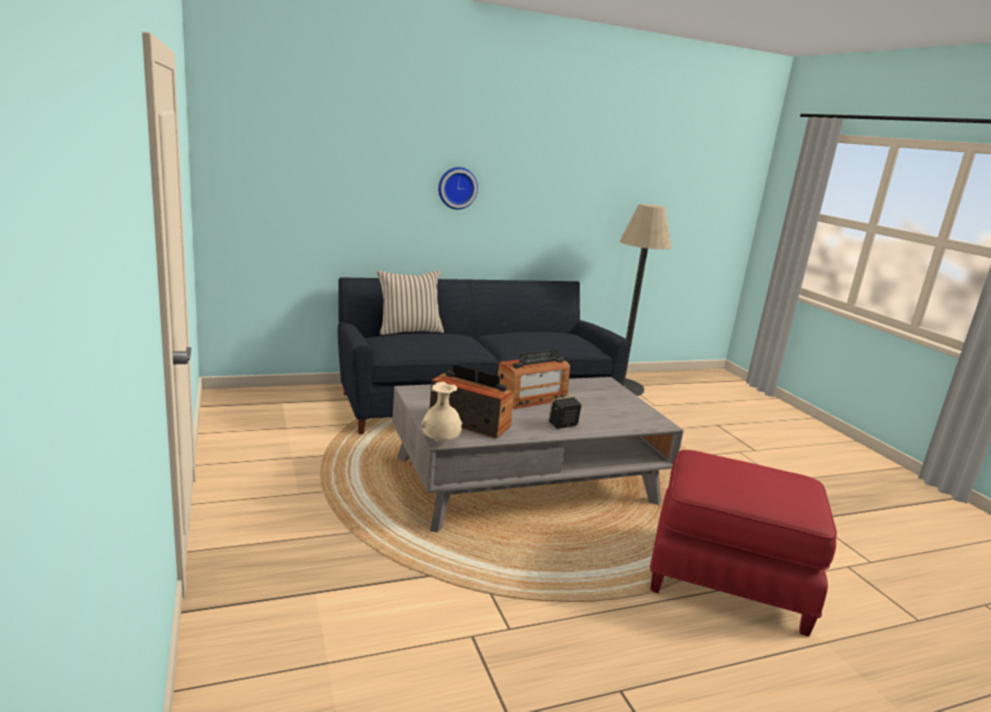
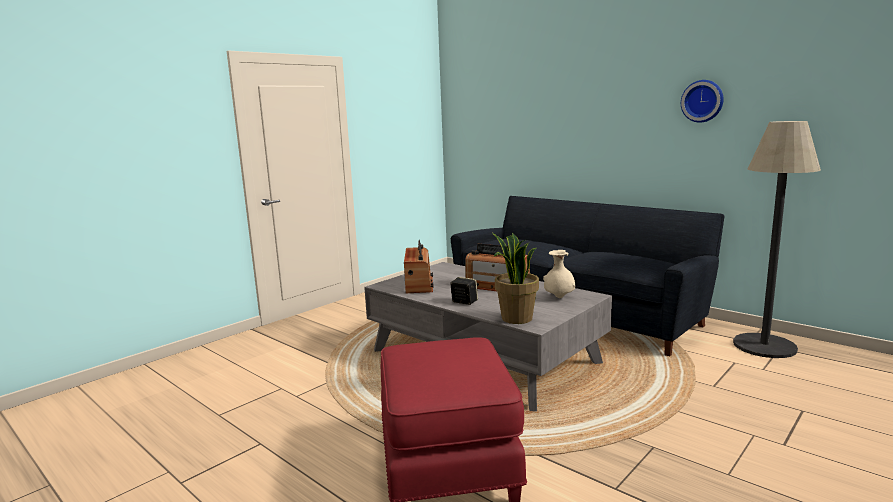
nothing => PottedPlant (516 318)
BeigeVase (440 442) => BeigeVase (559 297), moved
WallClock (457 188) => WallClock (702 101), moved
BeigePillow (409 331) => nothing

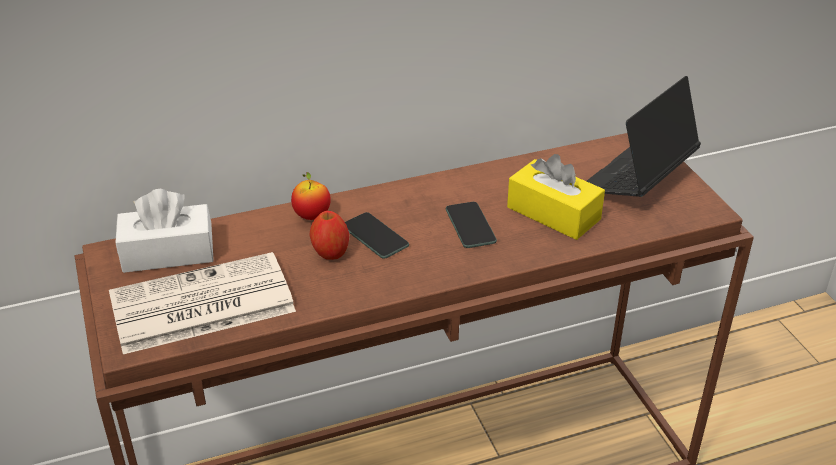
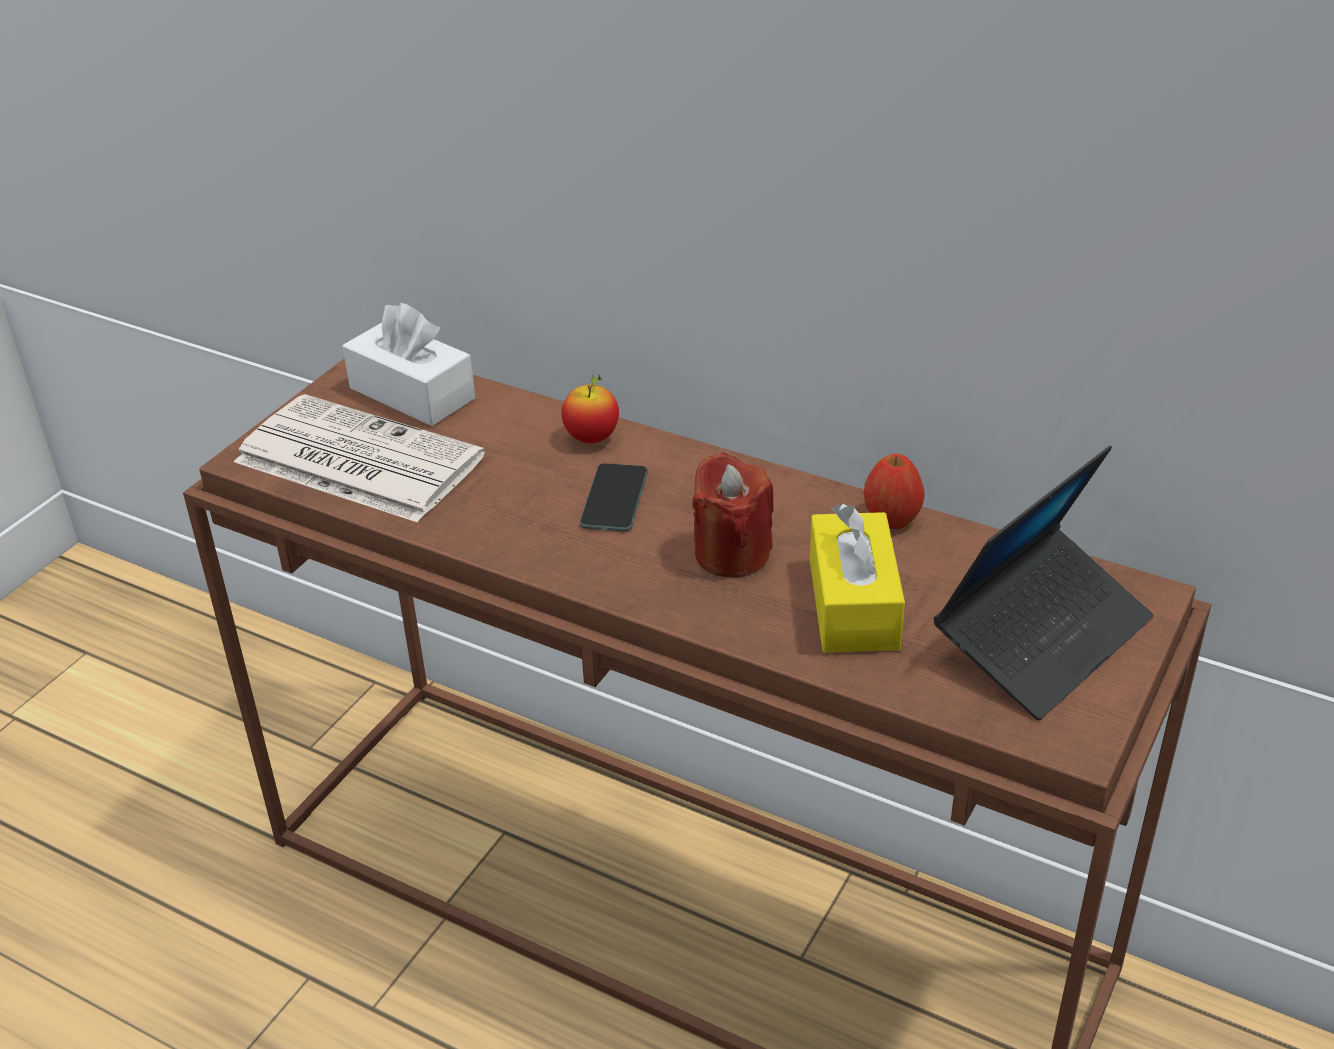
Phone (470 225) => RedCandle (732 554)
Apple (330 253) => Apple (892 519), moved
Laptop (637 179) => Laptop (1042 637), 135 degrees clockwise

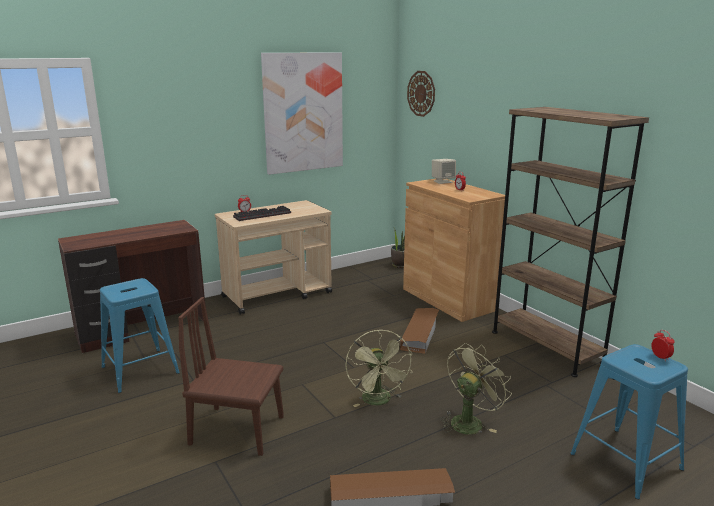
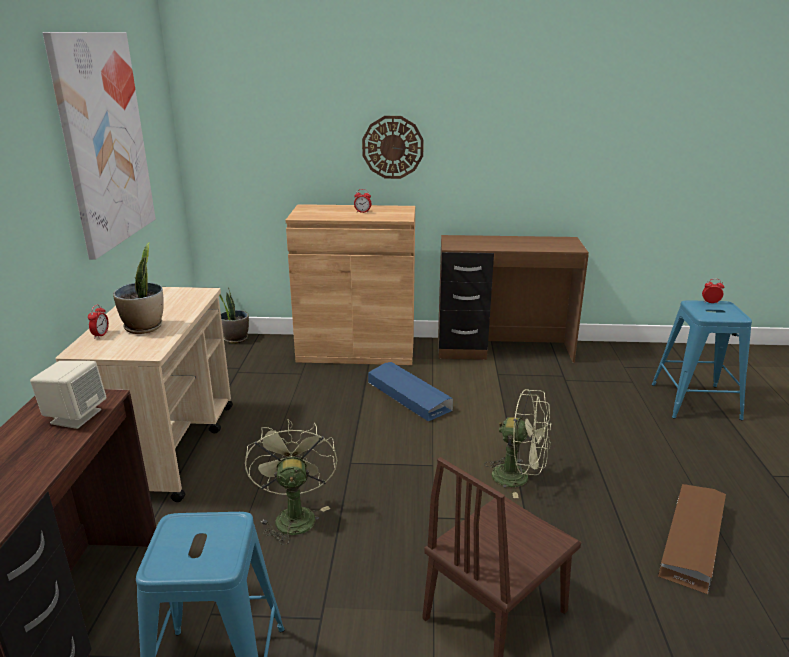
BeigeSpeaker (442 181) => BeigeSpeaker (75 416), moved
Keyboard (263 215) => PottedPlant (144 327)
GreenFan (469 421) => GreenFan (293 515), moved
WallClock (421 93) => WallClock (392 147), moved
BrownStorageBox (420 334) => BlueStorageBox (408 396)
BrownBookcase (546 346) => BrownDesk (504 350)

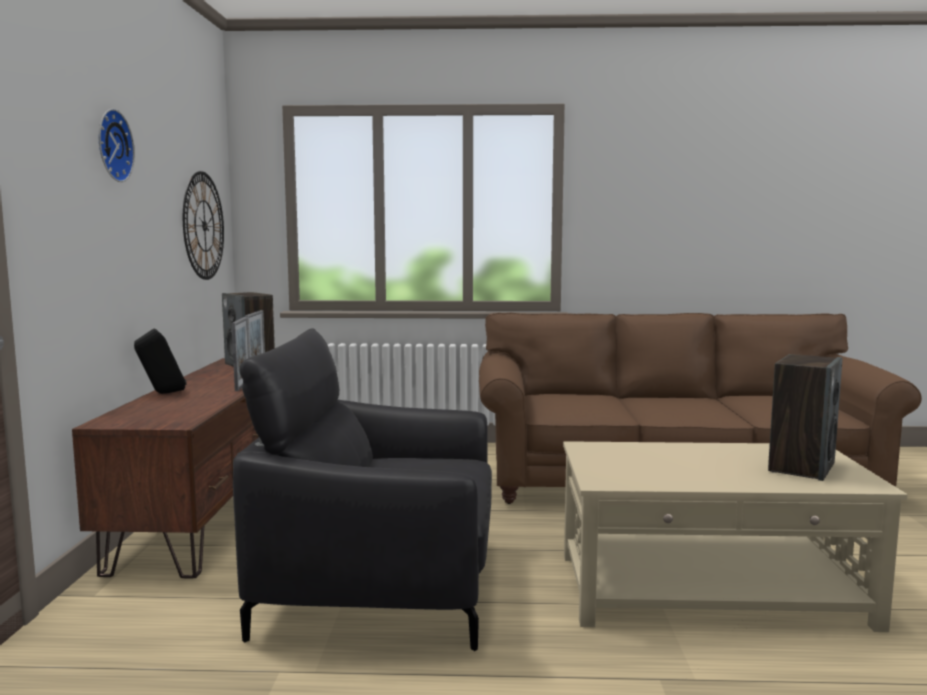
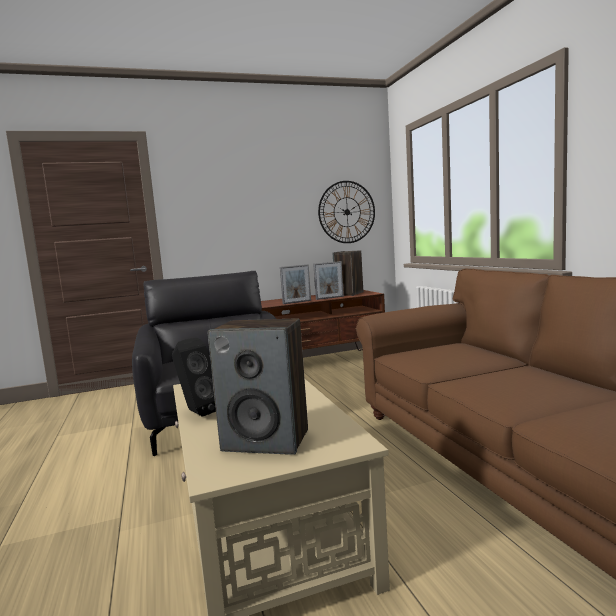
BlackSpeaker (162 393) => BlackSpeaker (197 412), moved
WallClock (111 145) => nothing

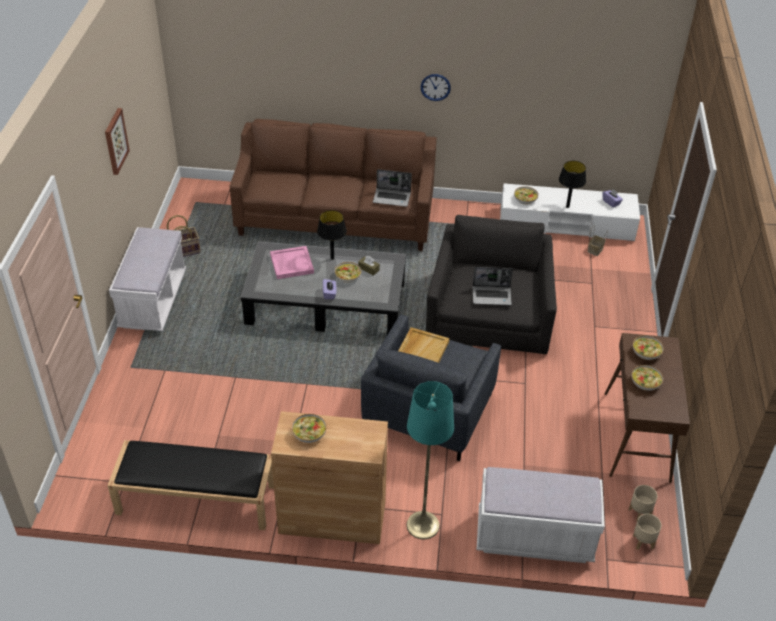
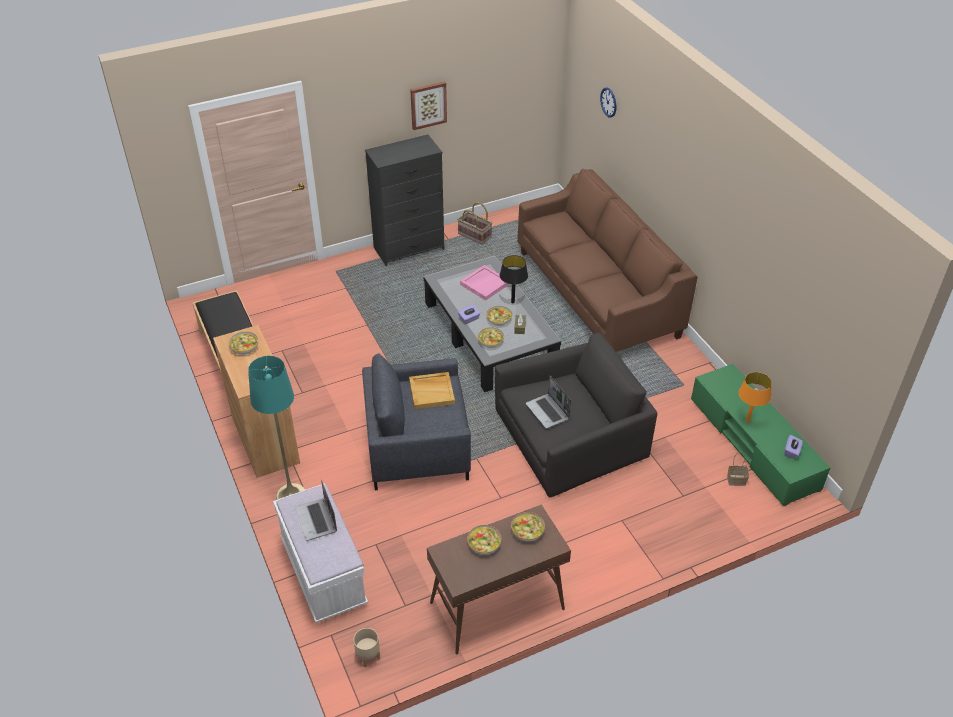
Laptop (392 198) => Laptop (317 520), moved
WhiteBench (153 301) => BlackDresser (409 248)
Bowl (525 199) => Bowl (490 342), moved
WallClock (435 87) => WallClock (608 102), moved
WhiteTvStand (566 224) => GreenTvStand (753 443)
BlackTableLamp (567 206) => OrangeTableLamp (747 421)
BeigePlanter (639 512) => nothing

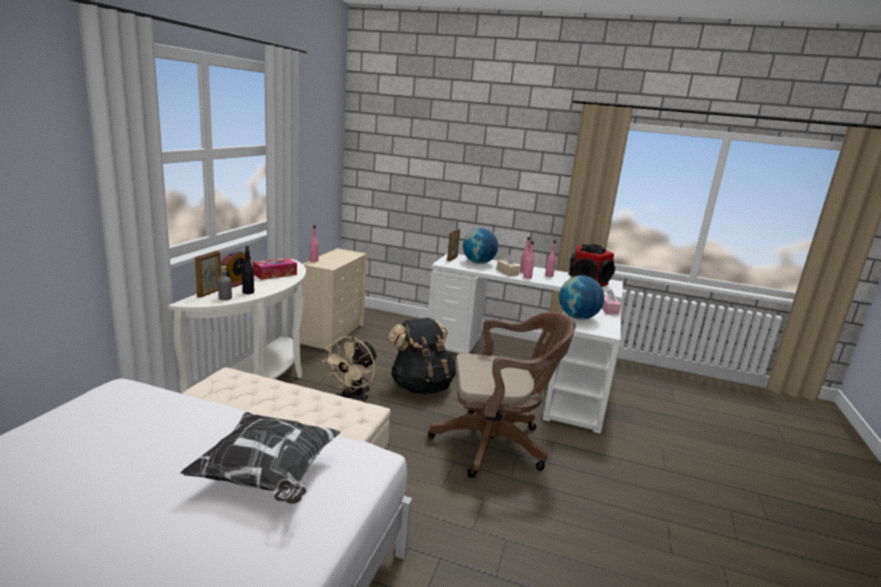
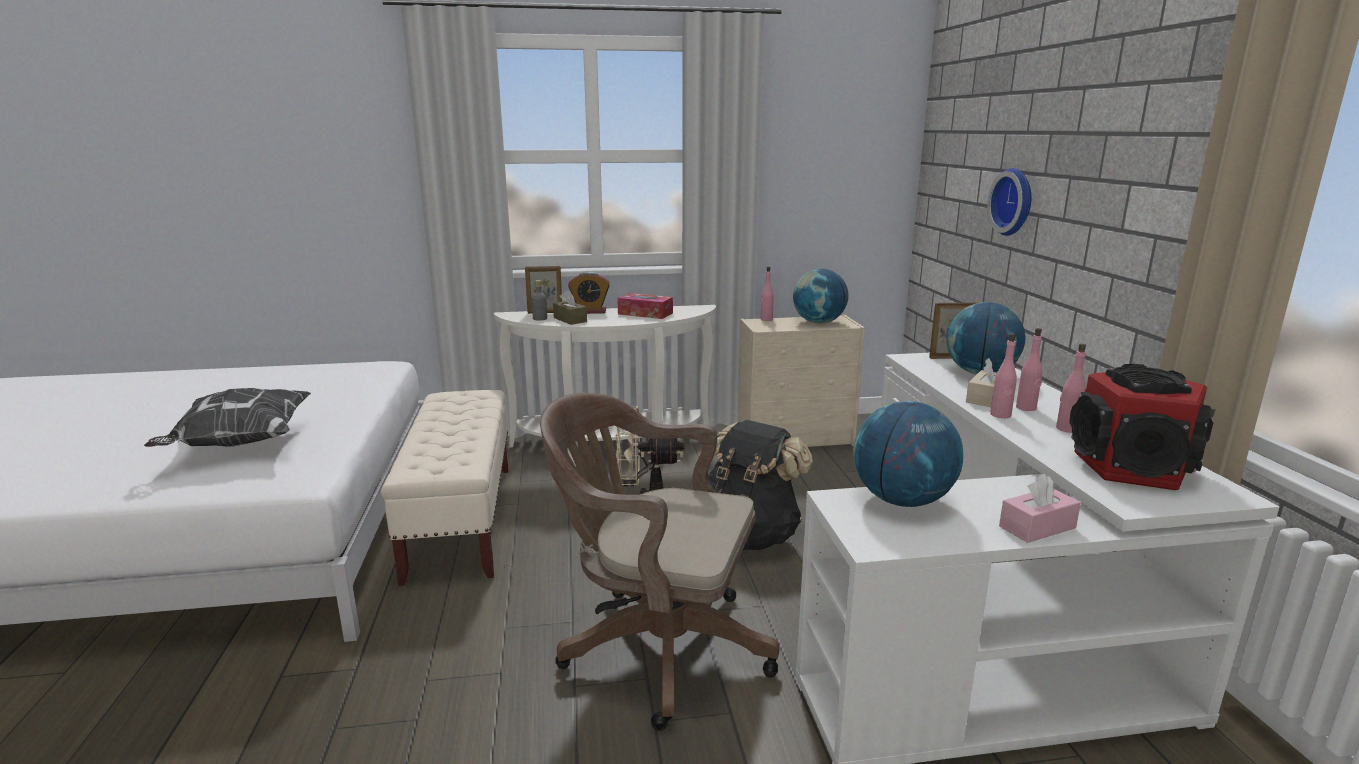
BrownOfficeChair (495 444) => BrownOfficeChair (656 646), 135 degrees clockwise
BlackBottle (248 292) => BrownTissueBox (570 320)
nothing => Globe (818 322)
nothing => WallClock (1014 202)

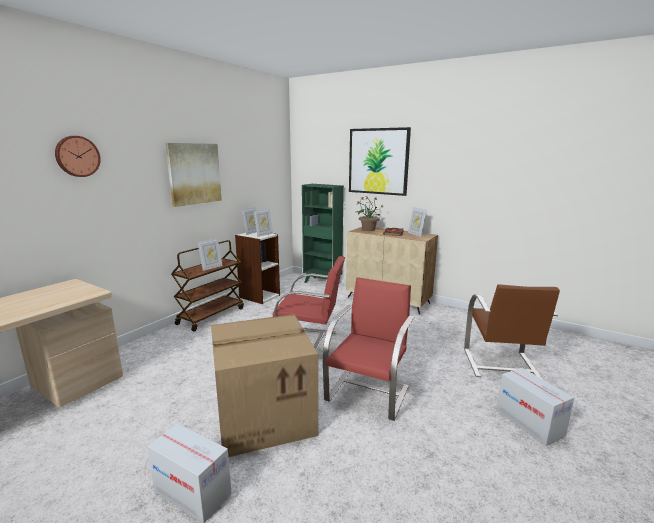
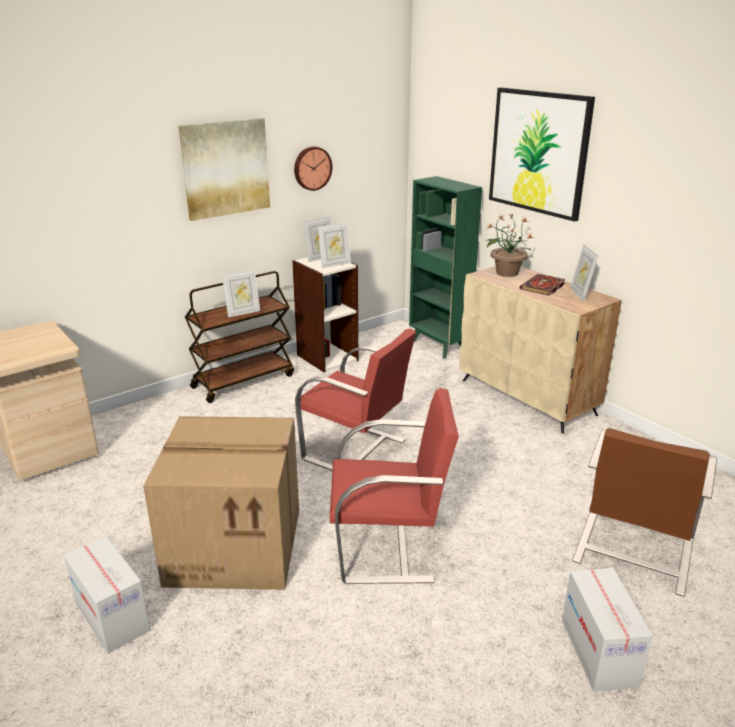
WallClock (77 156) => WallClock (312 168), moved
RedChair (368 392) => RedChair (389 547), 45 degrees clockwise

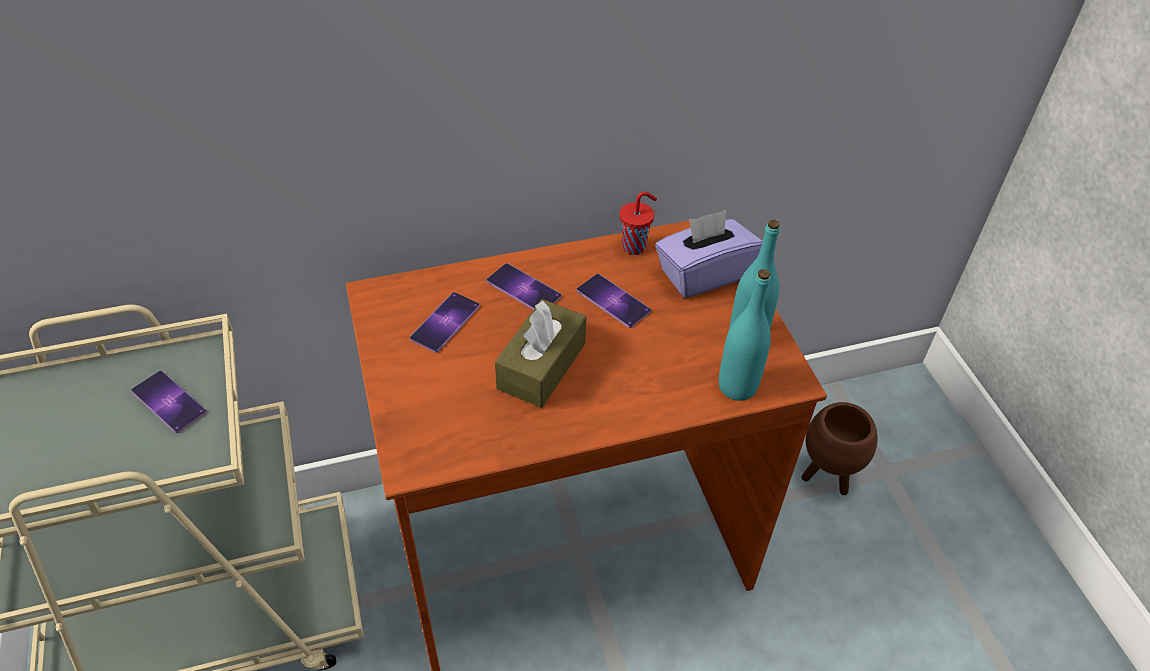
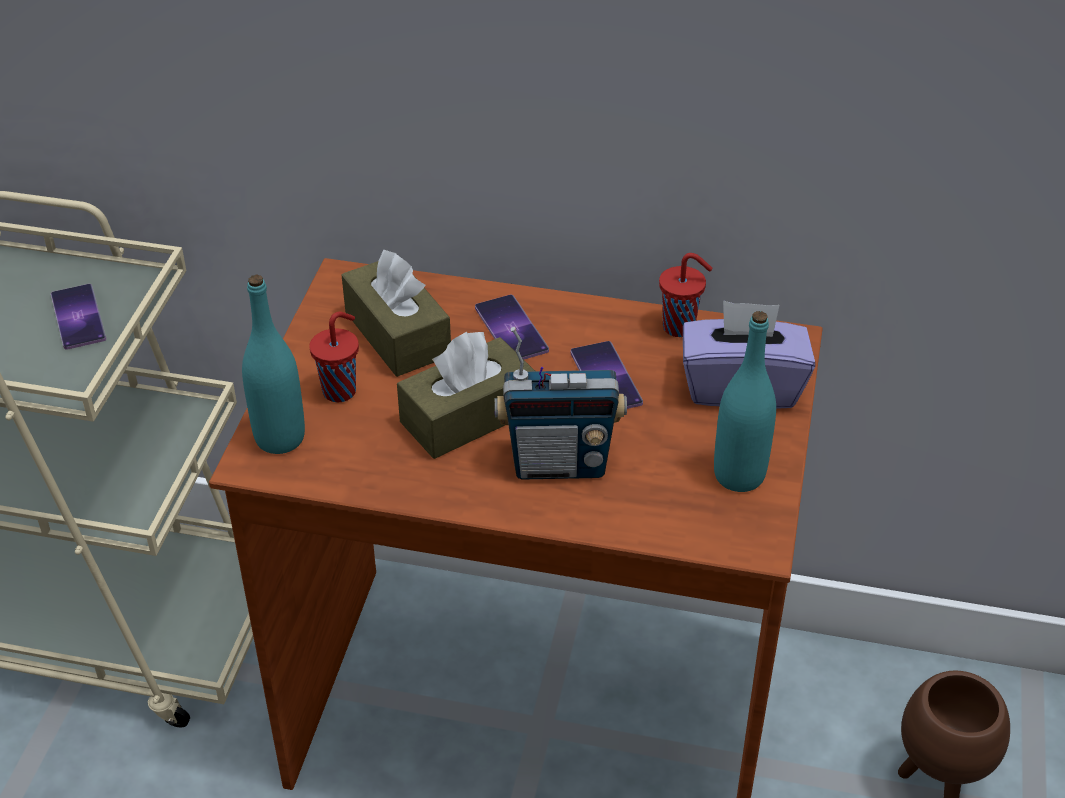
TurquoiseBottle (737 387) => TurquoiseBottle (280 438), moved
nothing => RedCup (341 390)
Phone (445 322) => BrownTissueBox (397 334)
nothing => Radio (559 464)

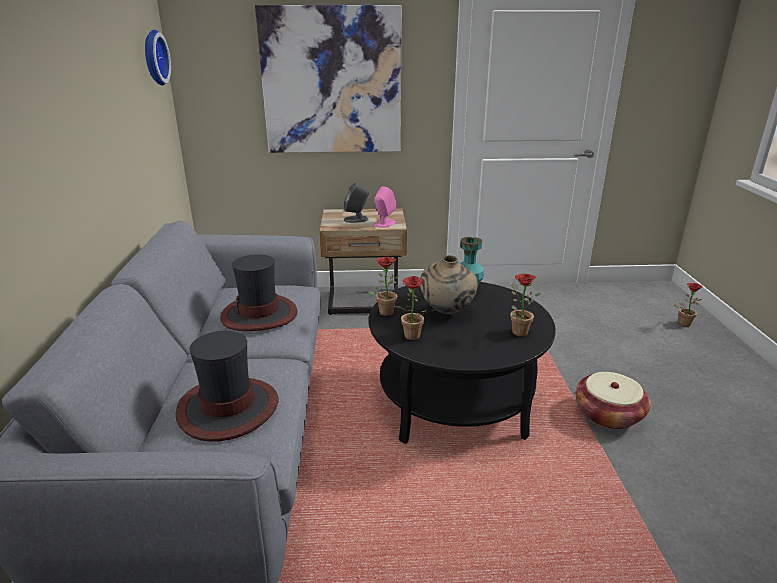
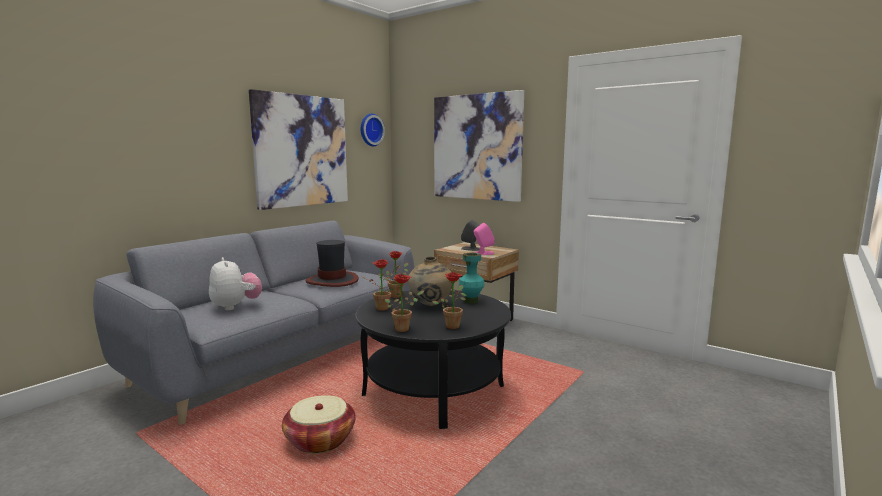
Hat (228 409) => PlushToy (236 306)
nothing => Picture (301 151)
Basket (608 414) => Basket (320 440), moved
PottedPlant (683 322) => PottedPlant (404 328), moved

